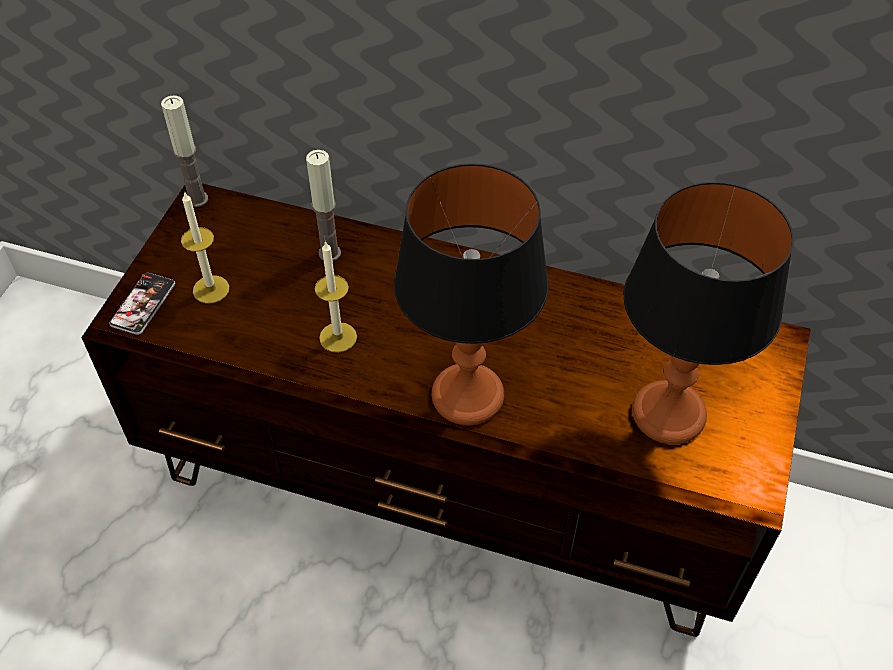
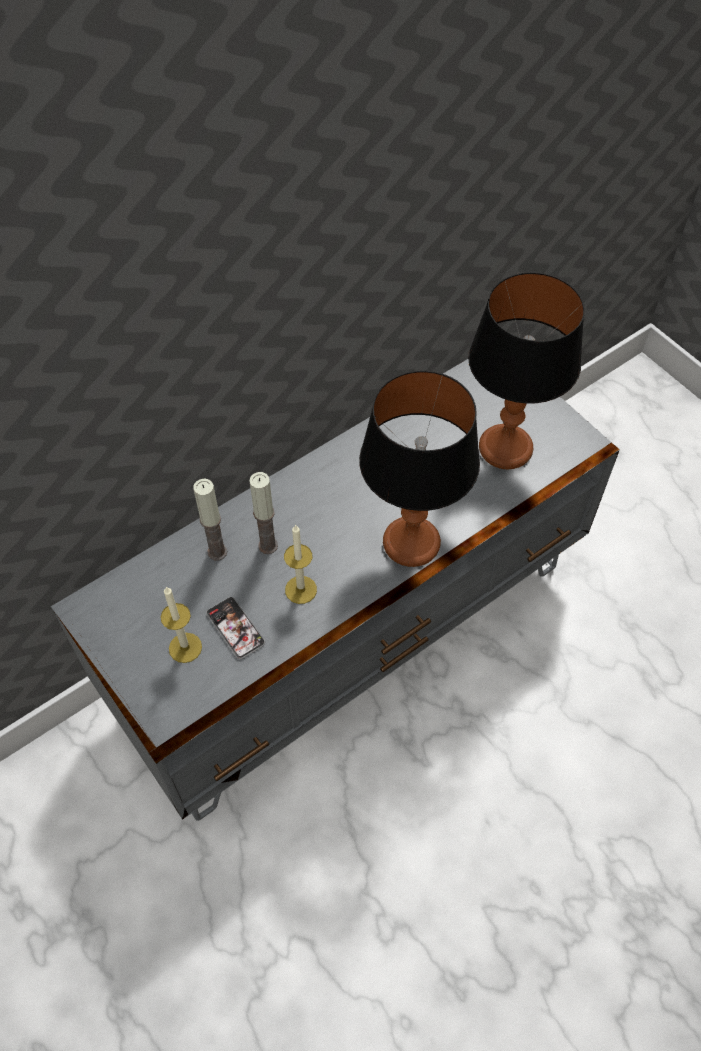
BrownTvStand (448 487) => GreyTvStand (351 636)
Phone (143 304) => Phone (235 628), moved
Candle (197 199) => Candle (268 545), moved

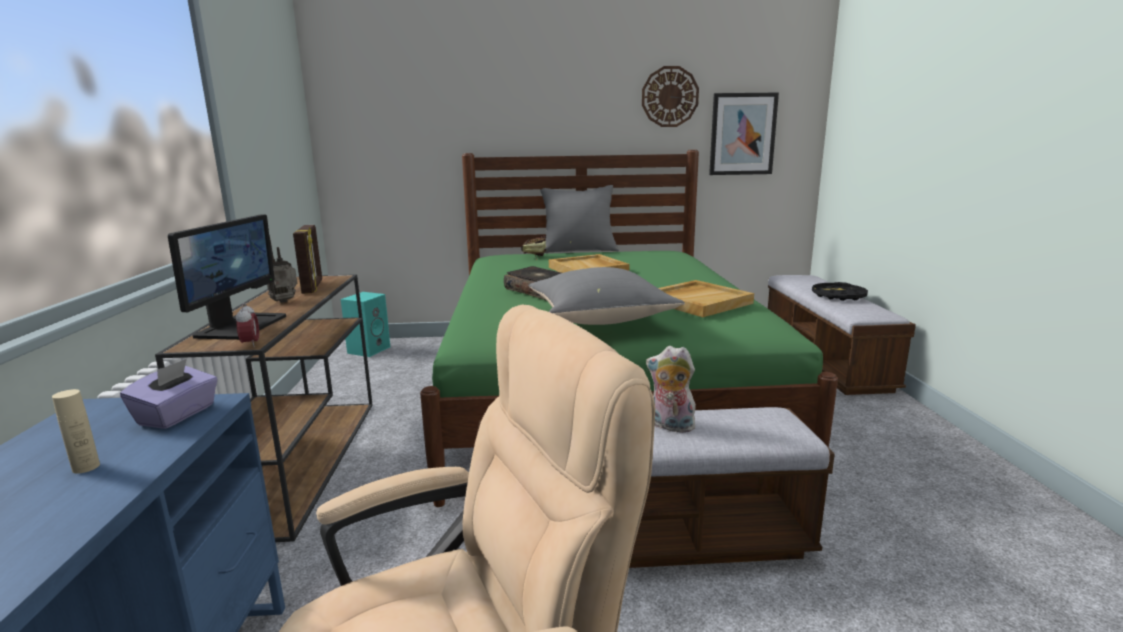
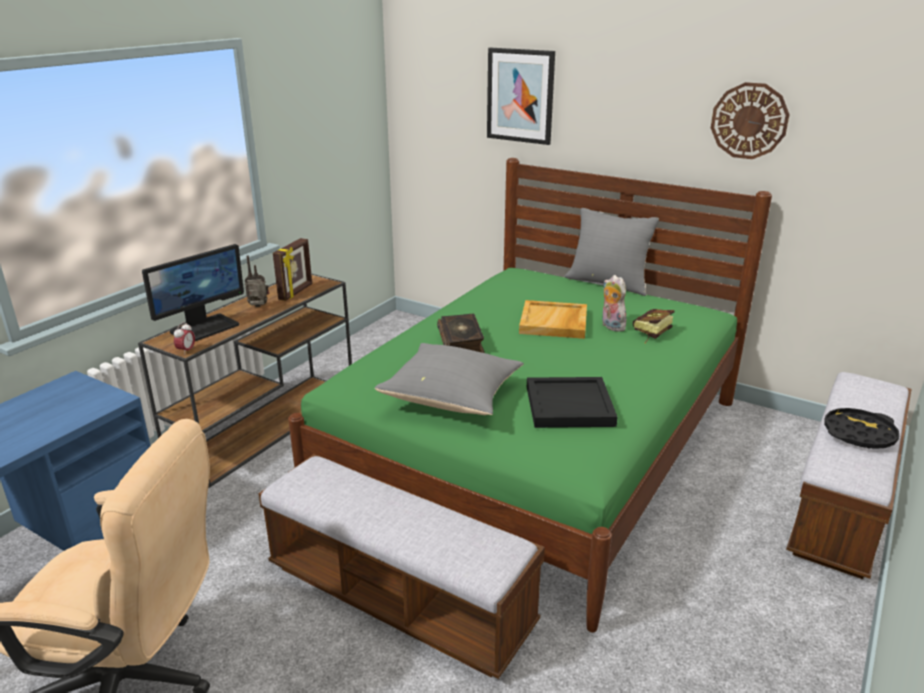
Picture (742 134) => Picture (520 96), moved
BeigeTray (698 301) => BlackTray (570 405)
PlushToy (670 426) => PlushToy (611 326), moved
Book (534 256) => Book (650 334), moved
BeigeBottle (86 467) => nothing
PurpleTissueBox (178 415) => nothing
TurquoiseSpeaker (369 349) => nothing

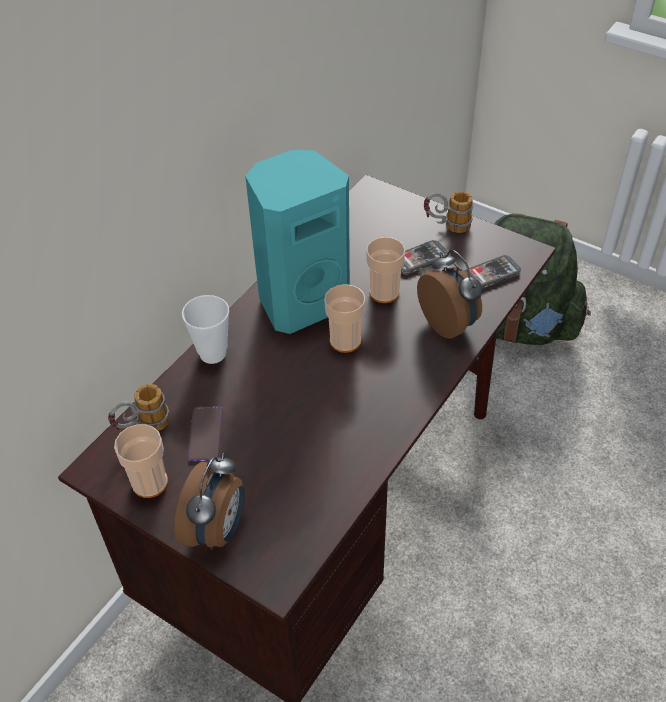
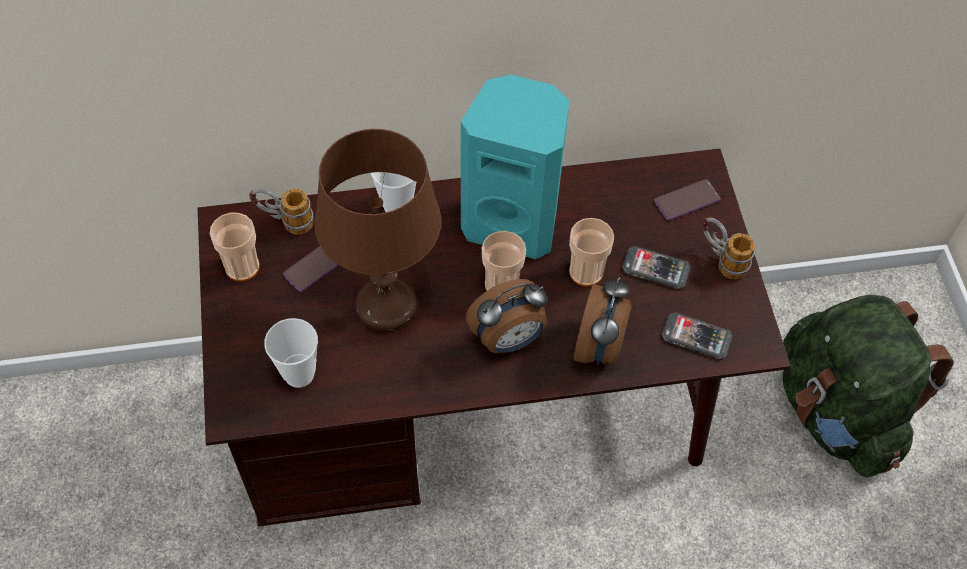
nothing => Cup (299 374)
nothing => BrownTableLamp (386 304)
AlarmClock (217 530) => AlarmClock (508 339), moved
nothing => Phone (686 200)

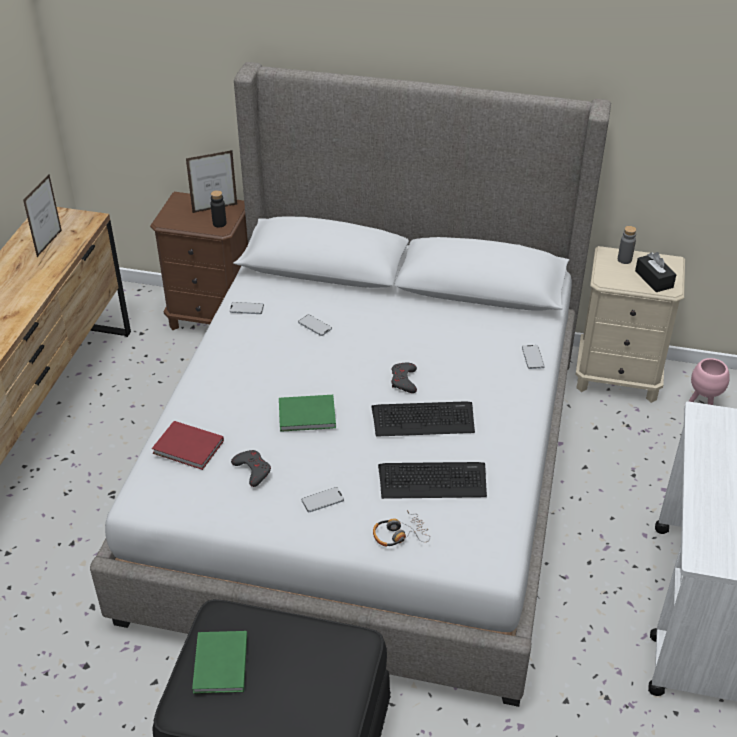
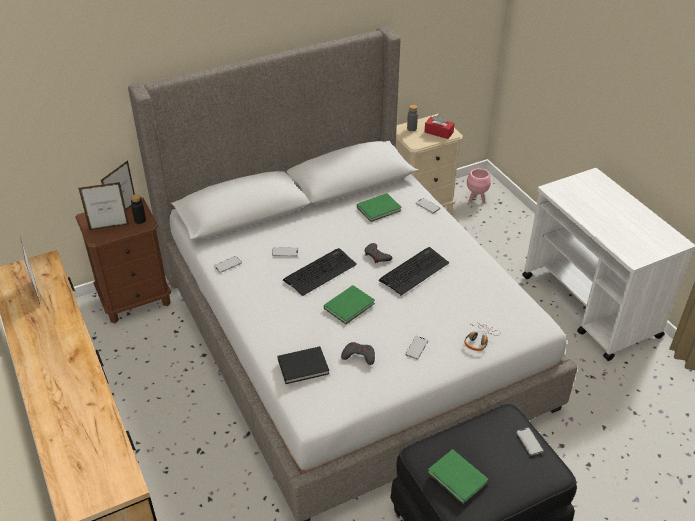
nothing => PictureFrame (109 227)
RedBook (189 448) => BlackBook (304 367)
Keyboard (432 481) => Keyboard (320 272), moved
nothing => GreenBook (380 209)
BlackTissueBox (654 279) => RedTissueBox (438 132)
nothing => Phone (529 442)

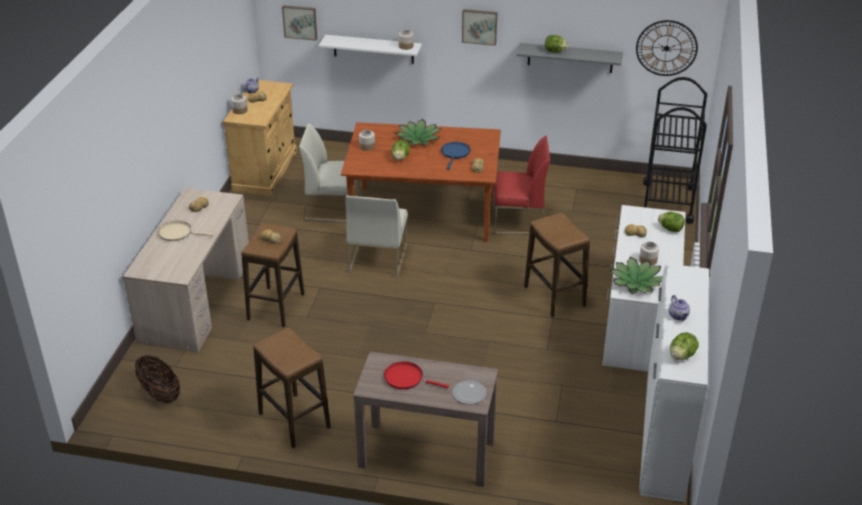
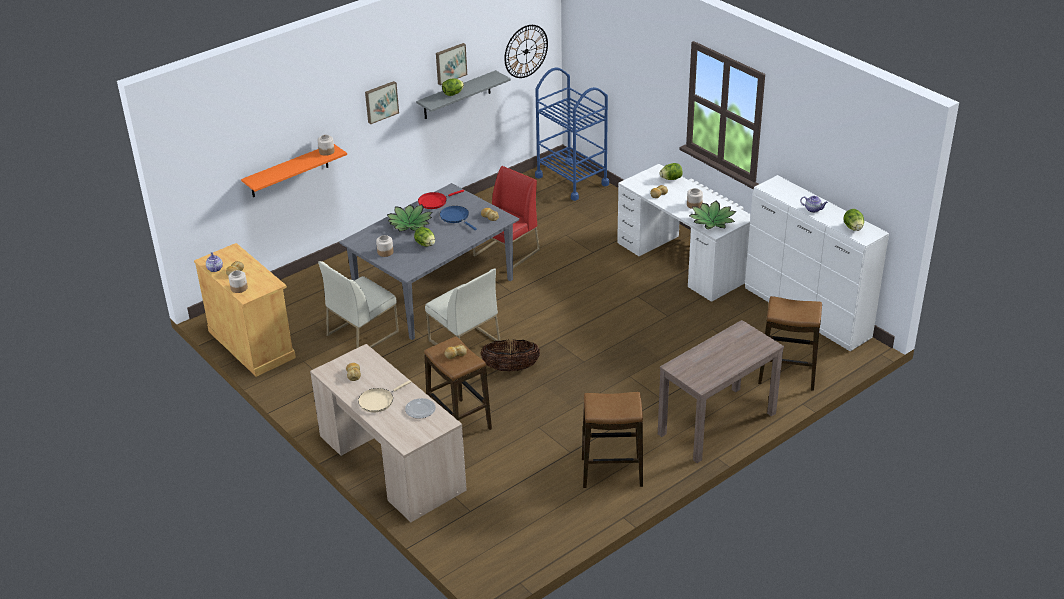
WhiteShelf (373 49) => OrangeShelf (289 171)
BrownDiningTable (424 213) => GreyDiningTable (435 291)
Plate (469 393) => Plate (420 409), moved
RedFryingPan (406 378) => RedFryingPan (434 202), moved
Picture (300 22) => Picture (450 63), moved
Basket (160 393) => Basket (510 368), moved
BlackCart (667 202) => BlueCart (572 180)
Stool (554 296) => Stool (787 375), moved

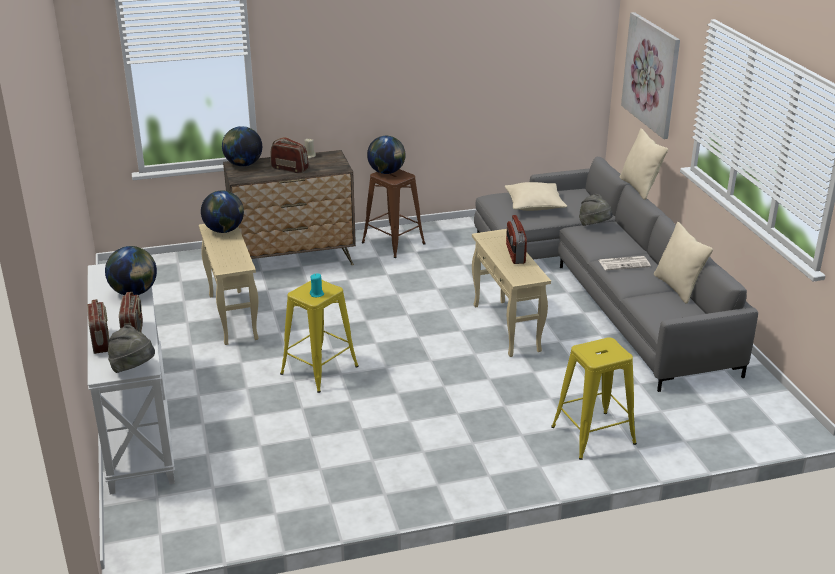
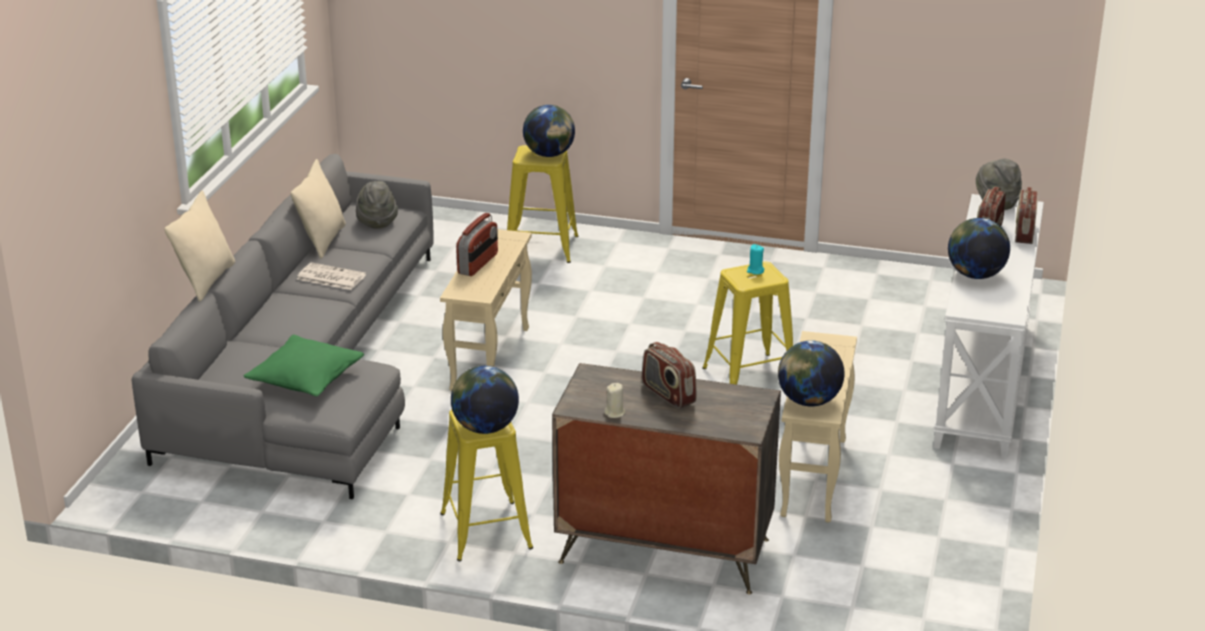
BeigePillow (534 205) => GreenPillow (306 379)
GreyHat (594 226) => GreyHat (377 221), moved
BrownStool (393 243) => YellowStool (486 531)
Globe (243 164) => Globe (549 154), moved
Picture (651 74) => nothing

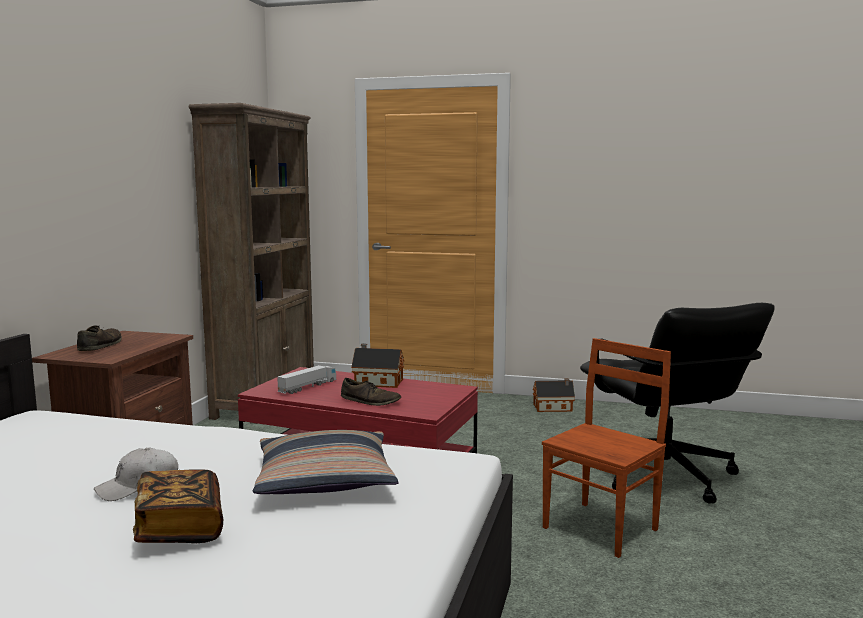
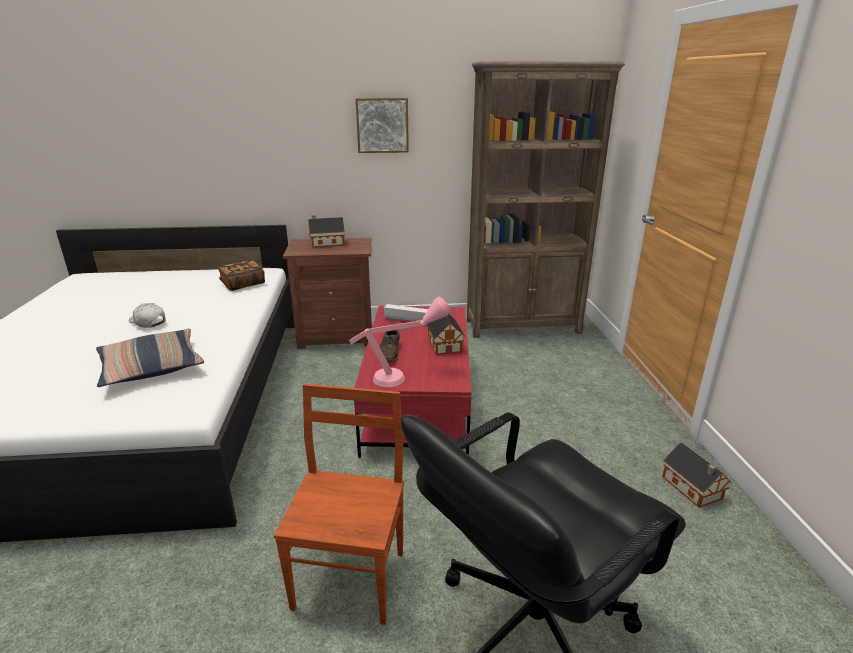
Book (180 528) => Book (242 284), moved
BrownChair (602 528) => BrownChair (352 578), 105 degrees counterclockwise
BrownShoe (100 345) => ToyHouse (326 243)
nothing => PinkTableLamp (405 375)
nothing => Picture (382 125)

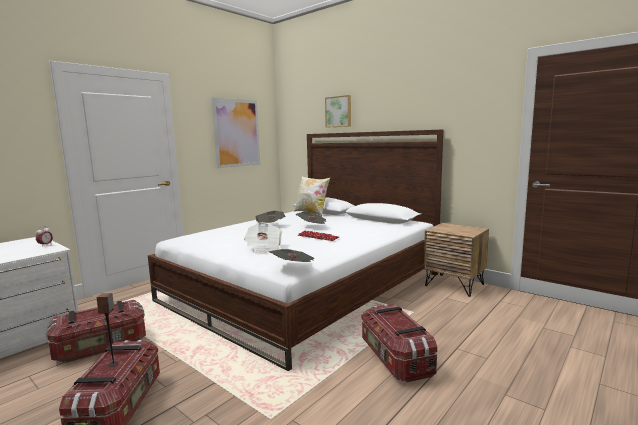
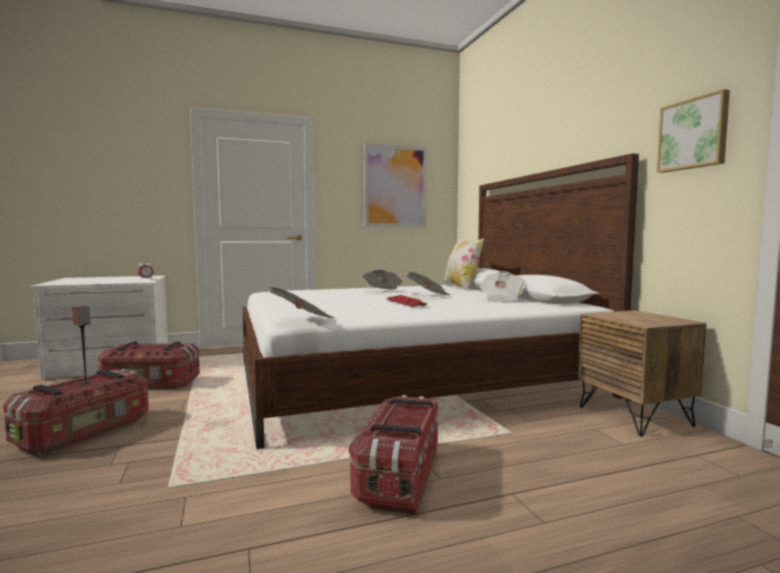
Newspaper (263 248) => Newspaper (500 299), moved
Picture (338 111) => Picture (693 134), moved

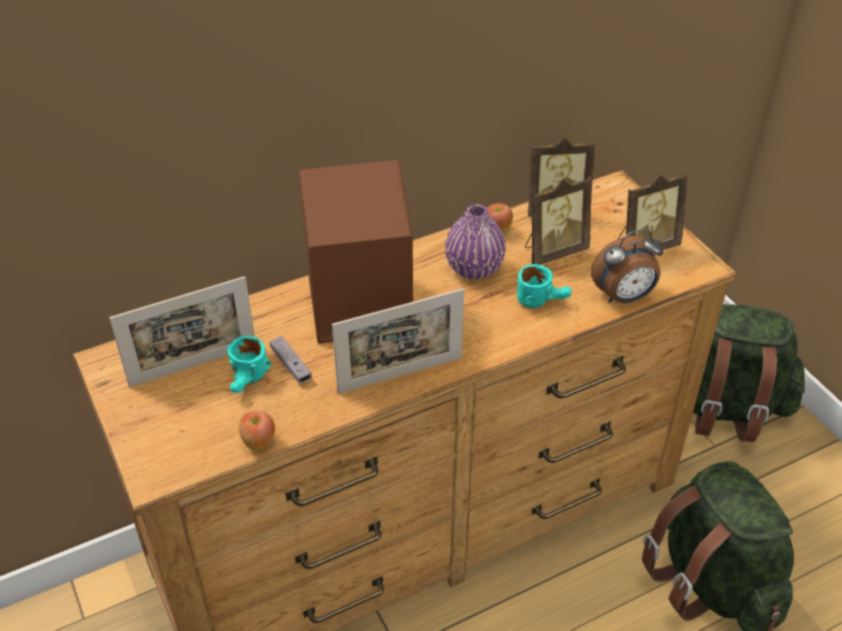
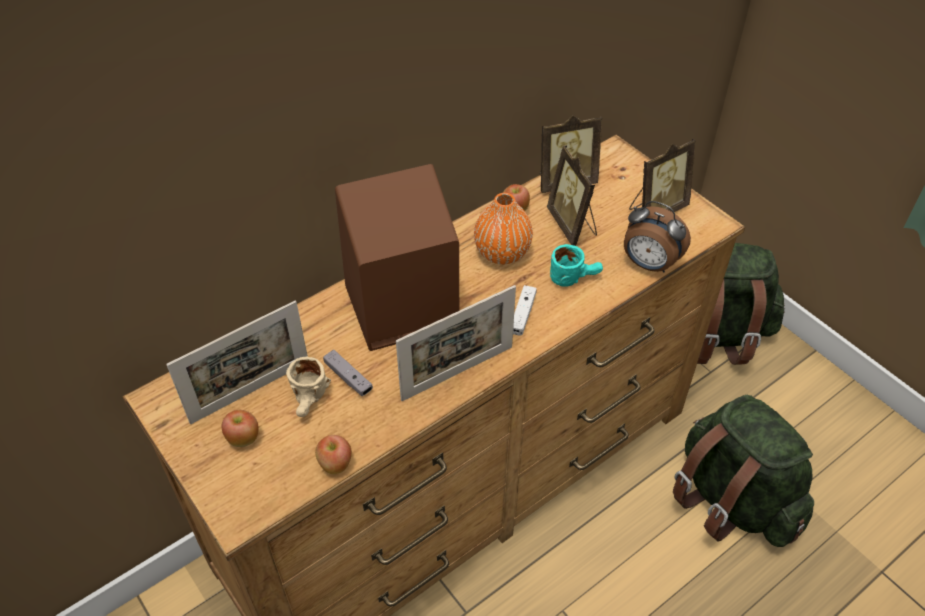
nothing => Apple (243 438)
TurquoiseMug (249 382) => BeigeMug (310 401)
PurpleVase (474 268) => OrangeVase (502 253)
nothing => WhiteGameController (522 314)
PictureFrame (553 251) => PictureFrame (572 225), 105 degrees clockwise
AlarmClock (624 297) => AlarmClock (649 264), 60 degrees clockwise

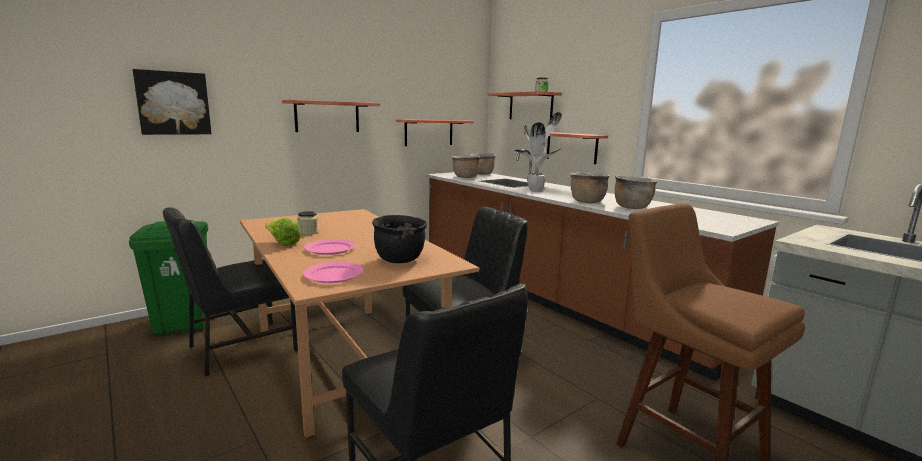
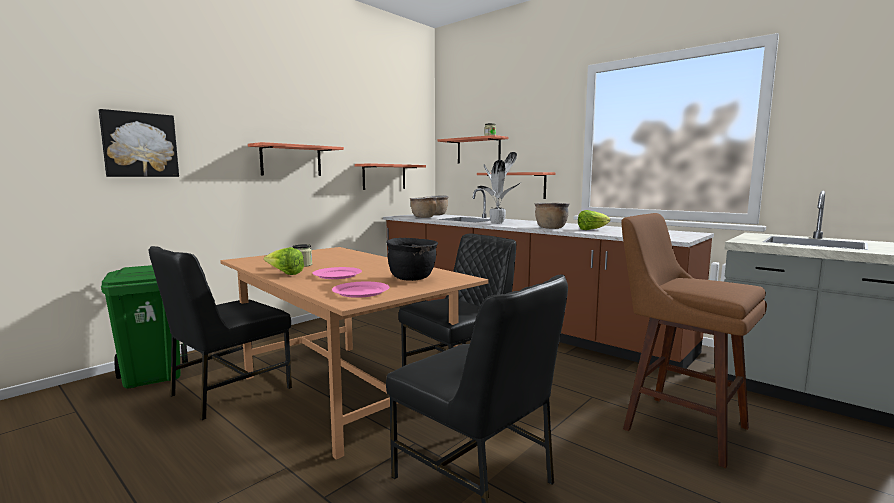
BrownCookingPot (632 207) => Lettuce (591 230)

